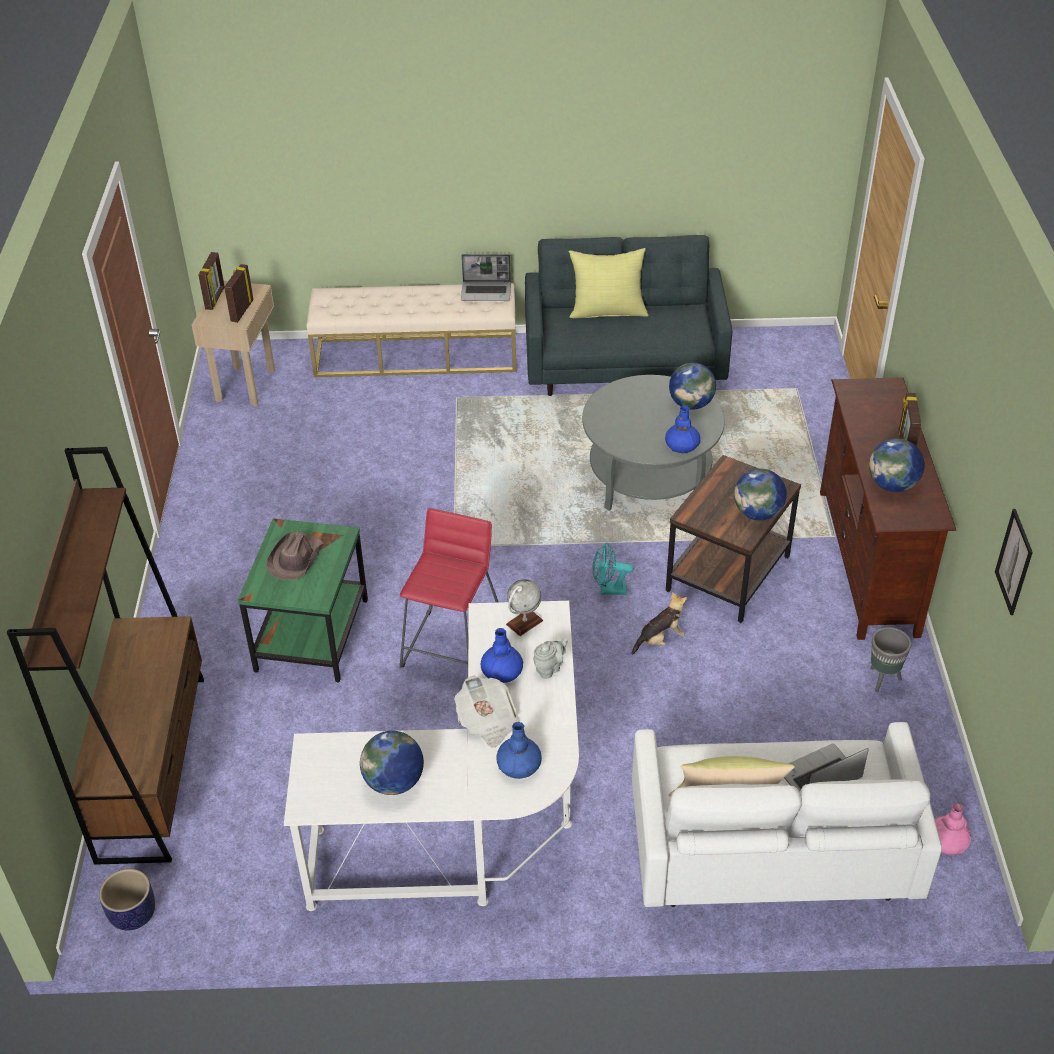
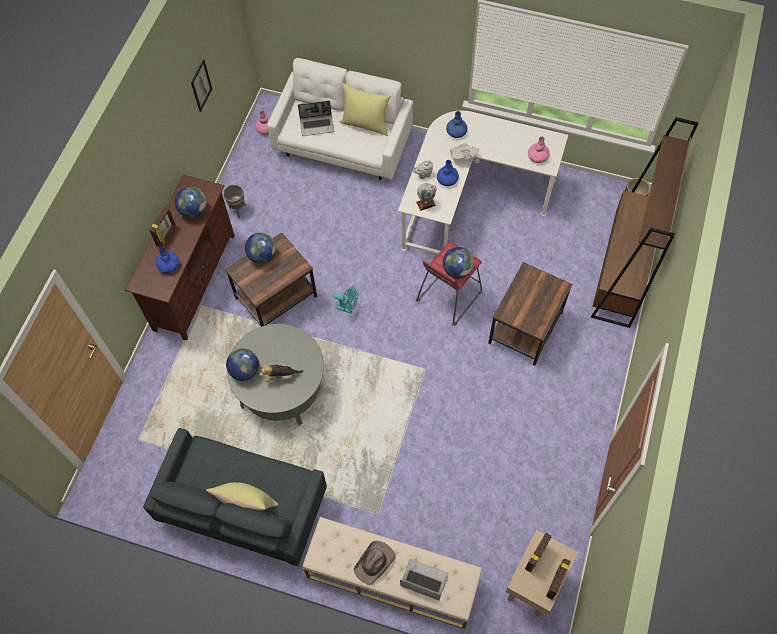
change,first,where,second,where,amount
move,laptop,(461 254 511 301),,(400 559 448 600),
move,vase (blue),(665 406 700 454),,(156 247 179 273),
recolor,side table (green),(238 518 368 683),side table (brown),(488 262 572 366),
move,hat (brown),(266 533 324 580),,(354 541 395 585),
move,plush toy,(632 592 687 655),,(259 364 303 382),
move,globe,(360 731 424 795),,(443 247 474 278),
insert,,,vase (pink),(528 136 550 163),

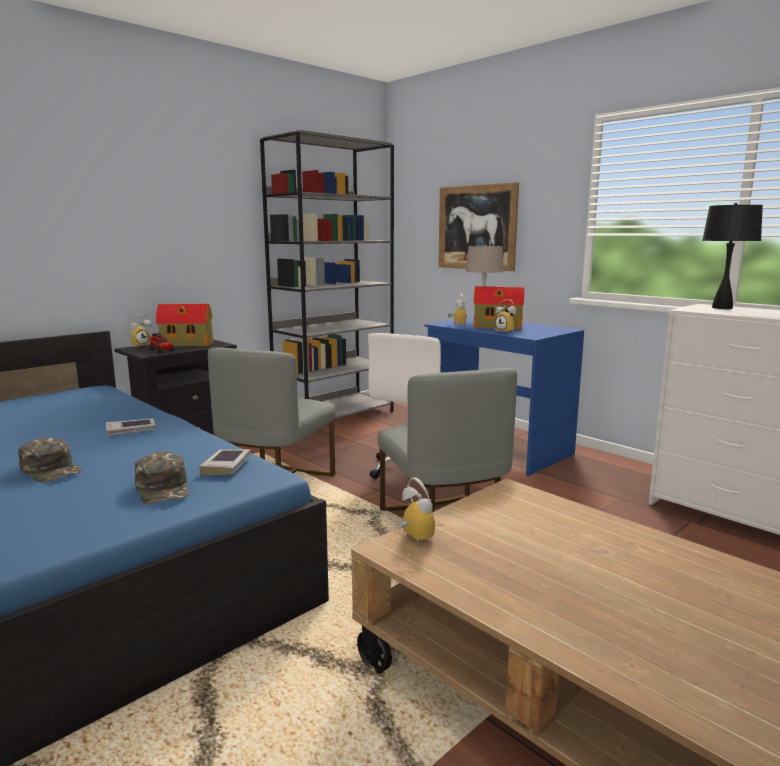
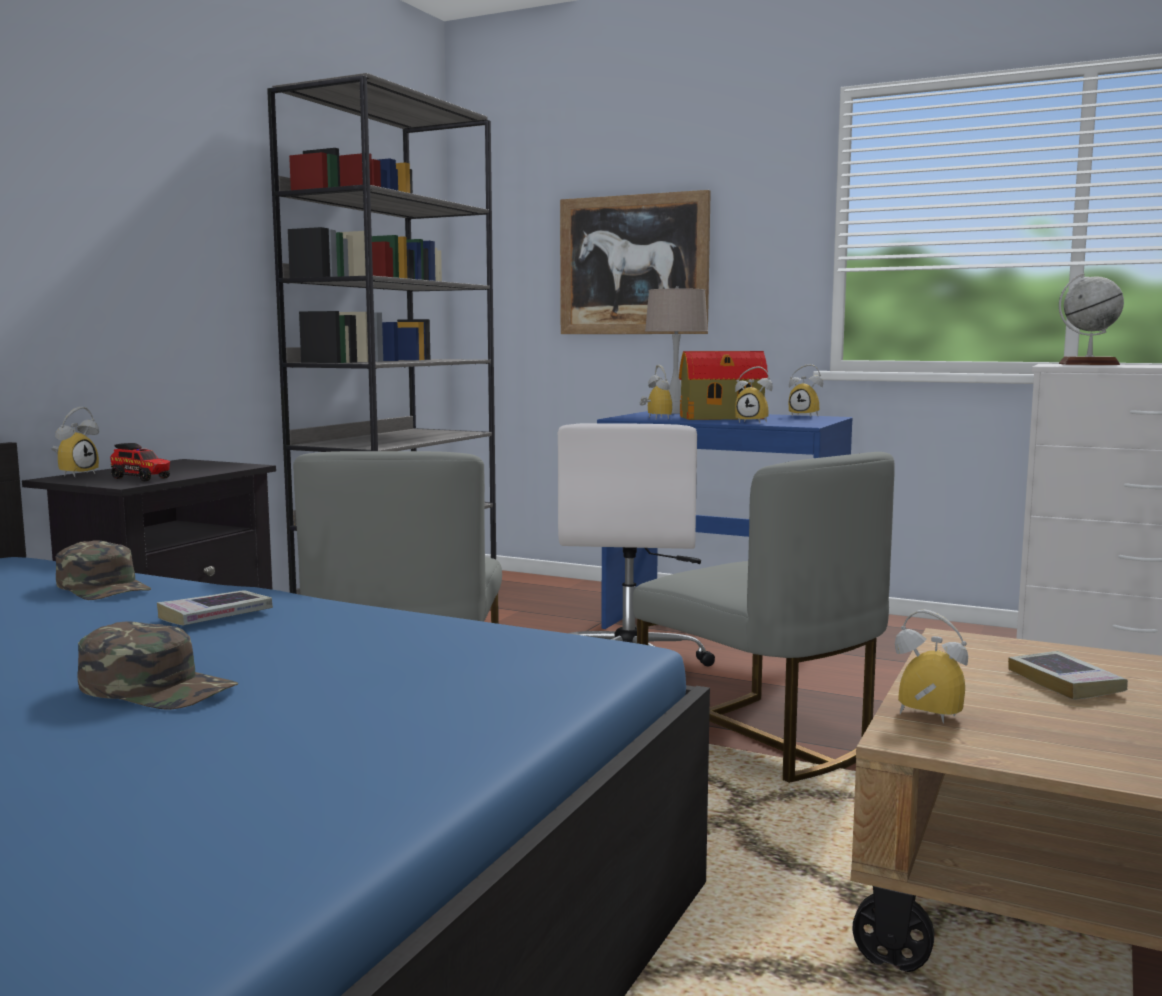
change,first,where,second,where,amount
replace,table lamp (black),(702 203 763 309),globe,(1059 273 1124 365),
delete,toy house,(156 304 213 346),,,
move,book,(199 449 251 475),,(1008 651 1128 700),
move,cap (green),(135 451 189 504),,(55 540 151 600),
insert,,,alarm clock,(789 364 823 417),

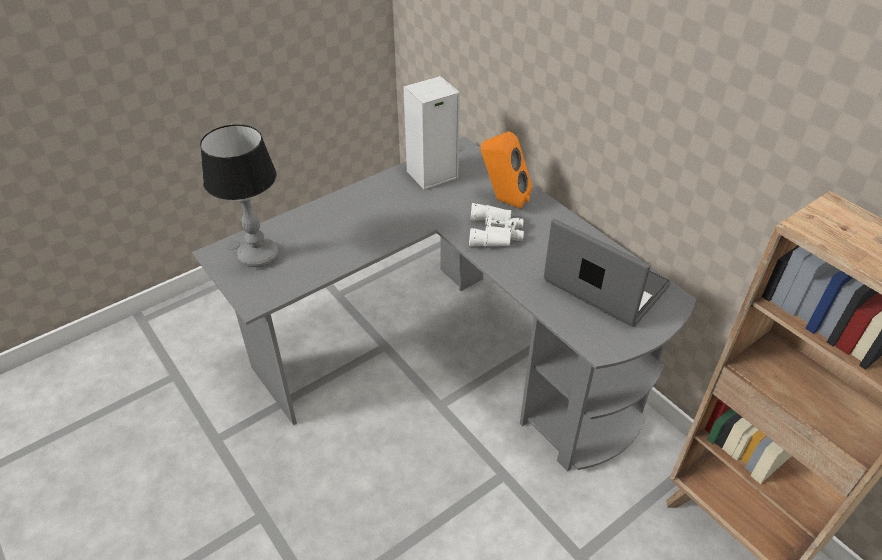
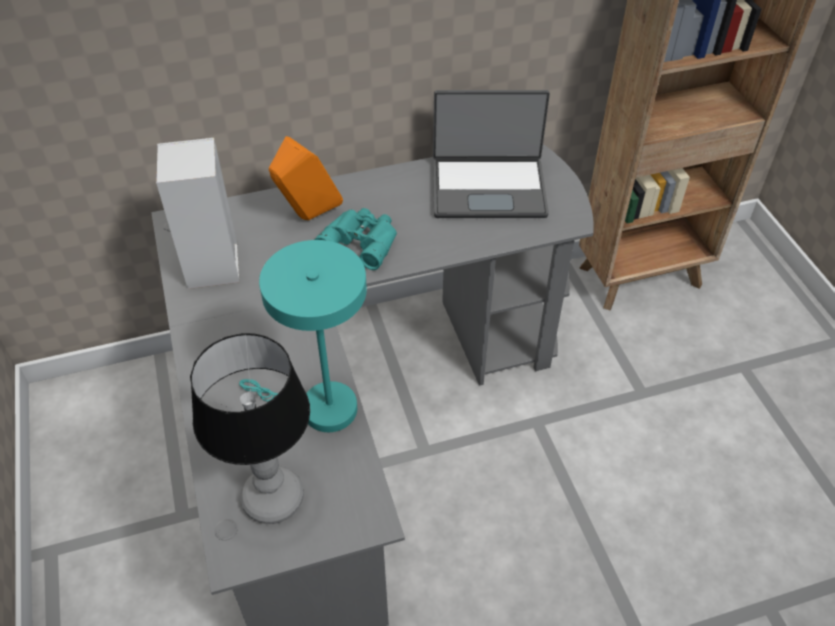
change,first,where,second,where,amount
recolor,binoculars (white),(469 203 524 247),binoculars (turquoise),(315 208 397 270),
rotate,laptop,(544 219 671 327),,(433 90 550 218),150 degrees counterclockwise
insert,,,table lamp (turquoise),(239 240 367 432),

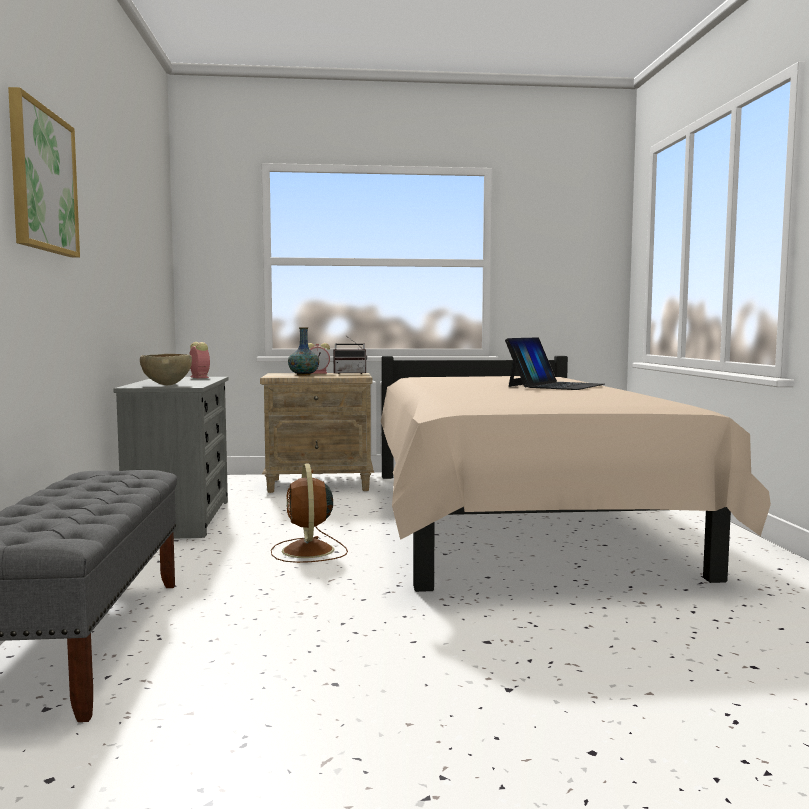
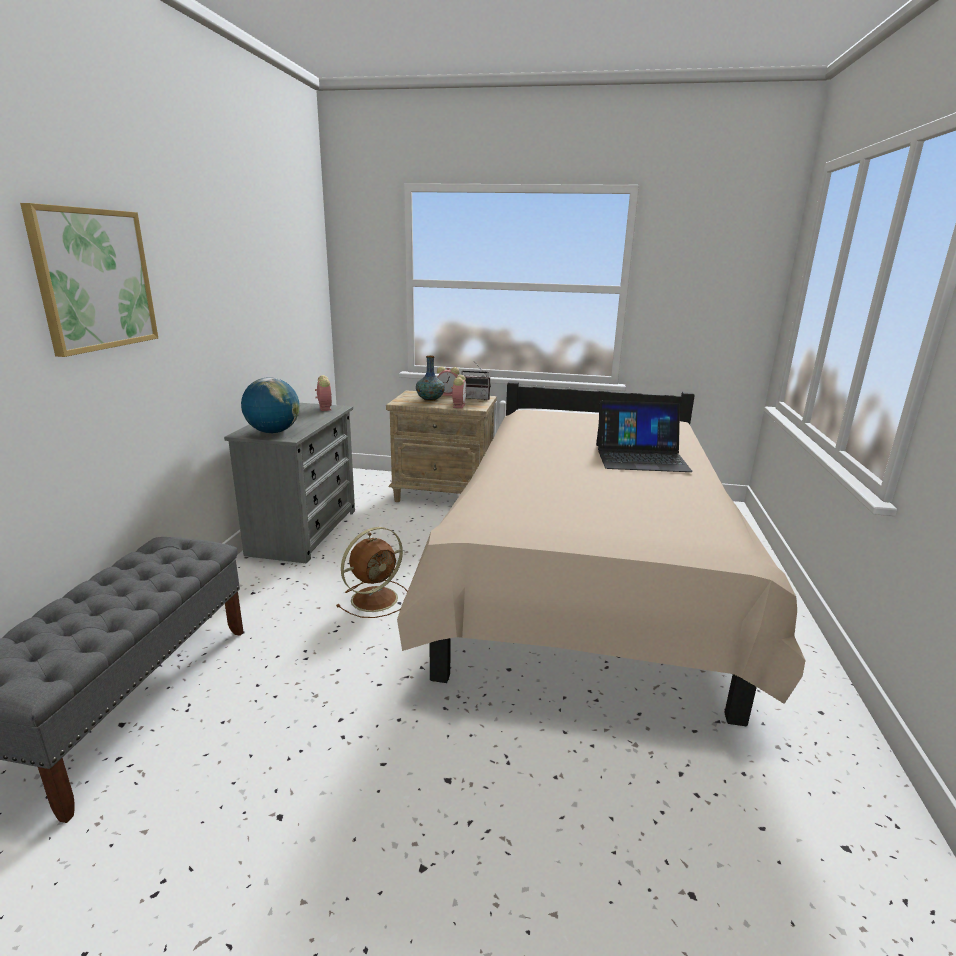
change,first,where,second,where,amount
rotate,laptop,(505 337 604 390),,(596 400 693 472),45 degrees clockwise
replace,bowl (brown),(140 354 192 385),globe,(241 377 300 433),
rotate,fan (brown),(271 464 348 563),,(336 527 407 618),135 degrees counterclockwise
insert,,,alarm clock,(451 375 466 408),

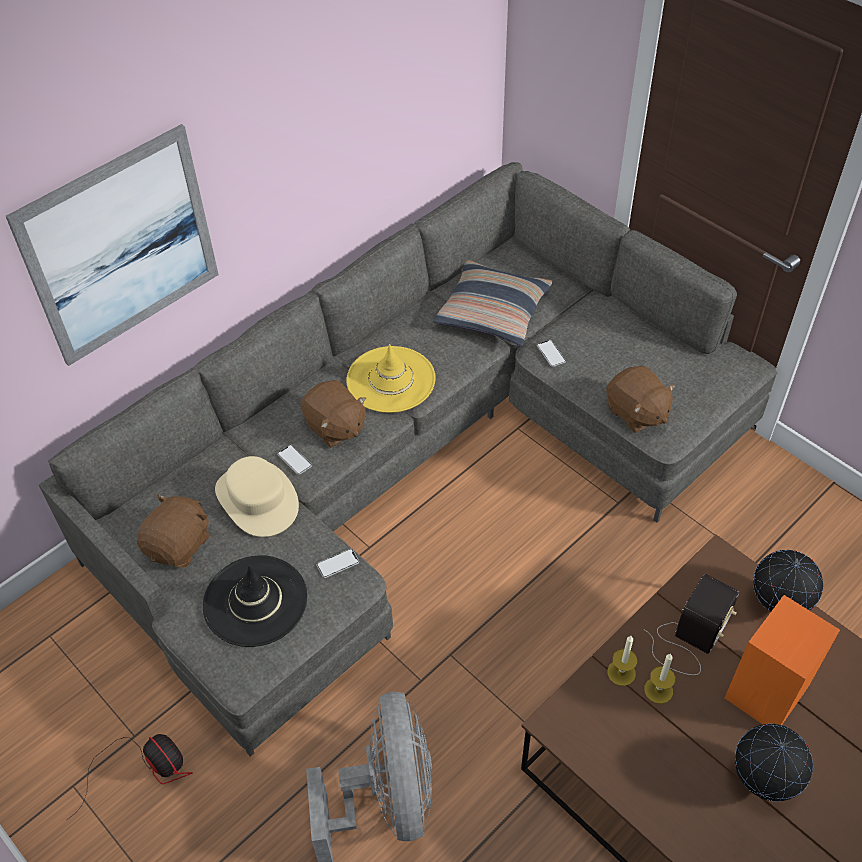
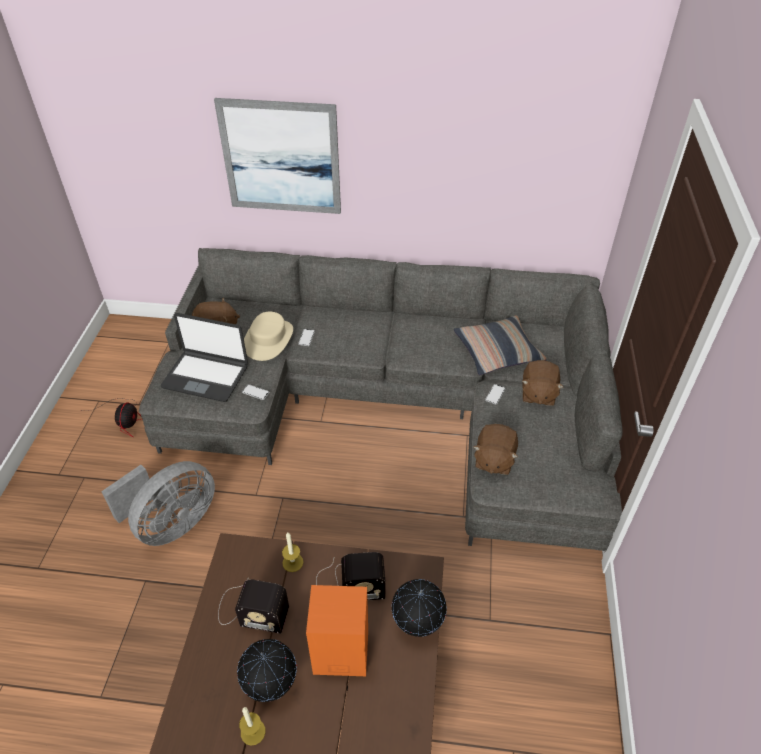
change,first,where,second,where,amount
delete,hat (yellow),(347 344 435 413),,,
move,plush toy (brown),(300 380 366 448),,(522 360 563 406),
replace,hat (black),(203 555 307 647),laptop,(161 313 248 402),
move,candle,(644 653 675 704),,(239 707 266 746),
insert,,,radio,(218 577 289 634),

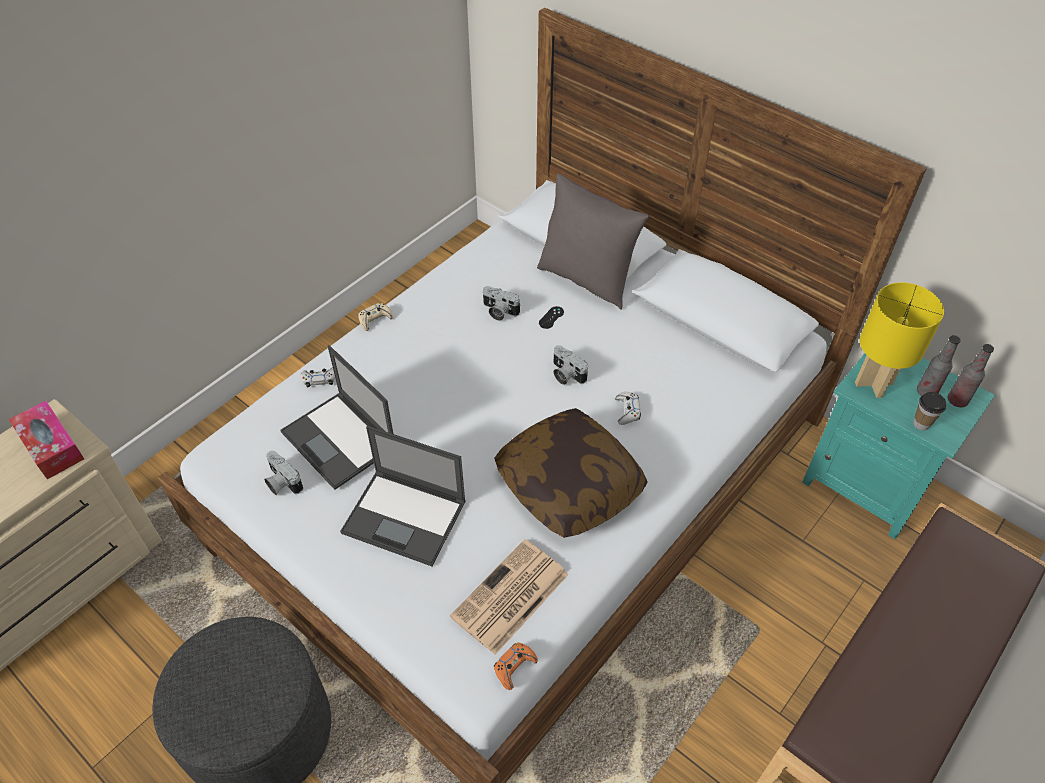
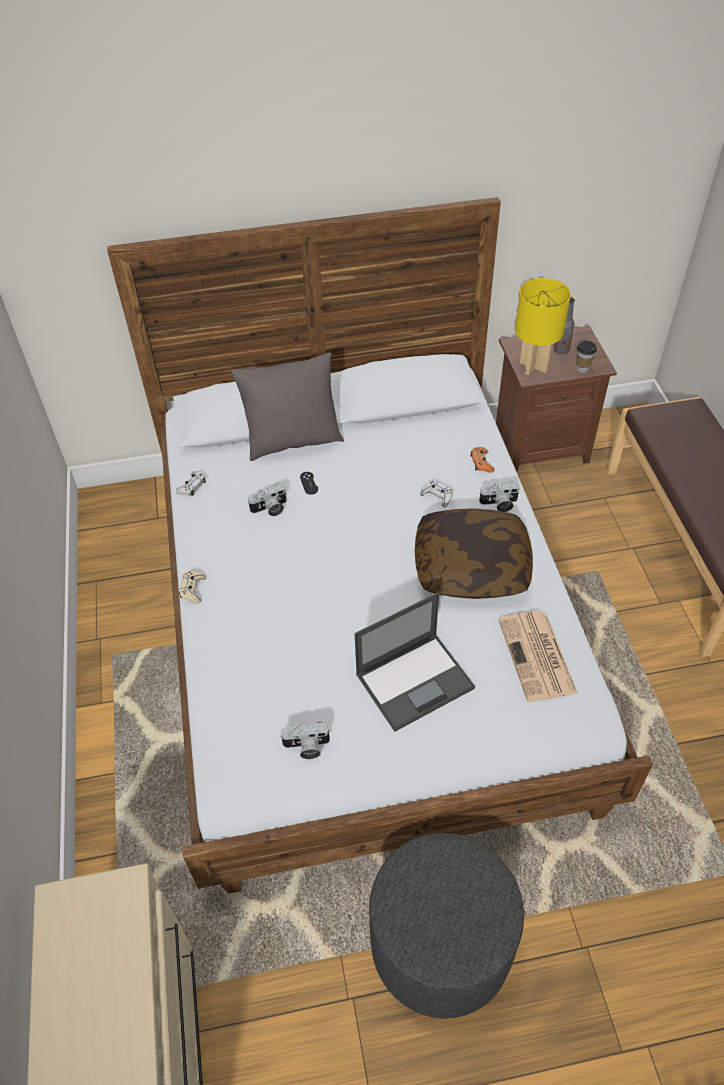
change,first,where,second,where,amount
delete,bottle,(948 344 994 407),,,
delete,laptop,(281 345 393 490),,,
move,photo camera,(554 345 588 385),,(479 481 519 512),
recolor,nightstand (turquoise),(802 354 995 539),nightstand (brown),(496 326 617 472),
move,game controller (white),(301 367 335 388),,(176 471 206 496),
delete,tissue box,(8 400 84 479),,,
move,game controller (orange),(494 643 538 690),,(470 447 495 473),

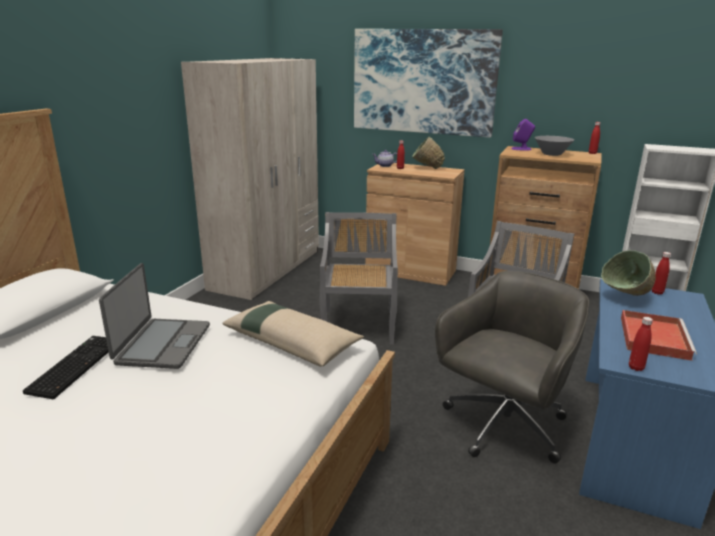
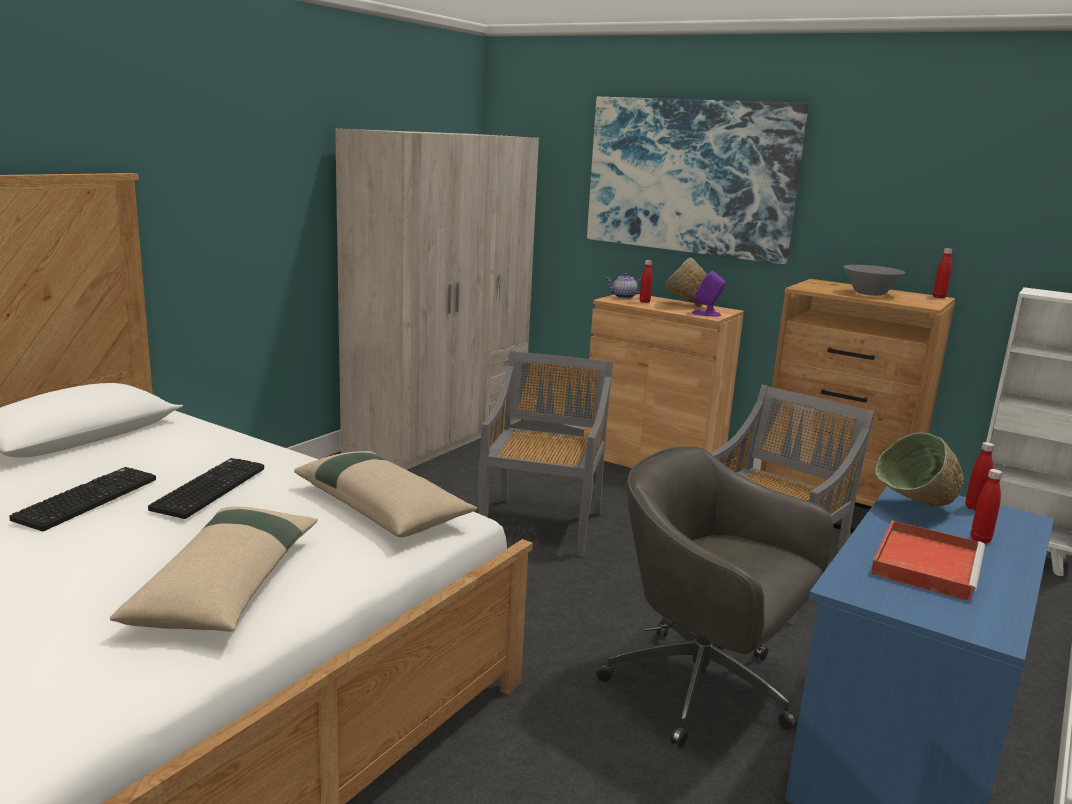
change,first,where,second,where,amount
move,speaker (purple),(511 119 535 150),,(692 271 726 317),
replace,laptop,(99 263 210 369),keyboard,(148 458 264 519),
rotate,office chair (grey),(435 271 589 464),,(596 446 834 747),105 degrees counterclockwise
move,bottle (red),(629 317 653 371),,(971 469 1002 543),
insert,,,pillow (beige),(110 507 318 631),

